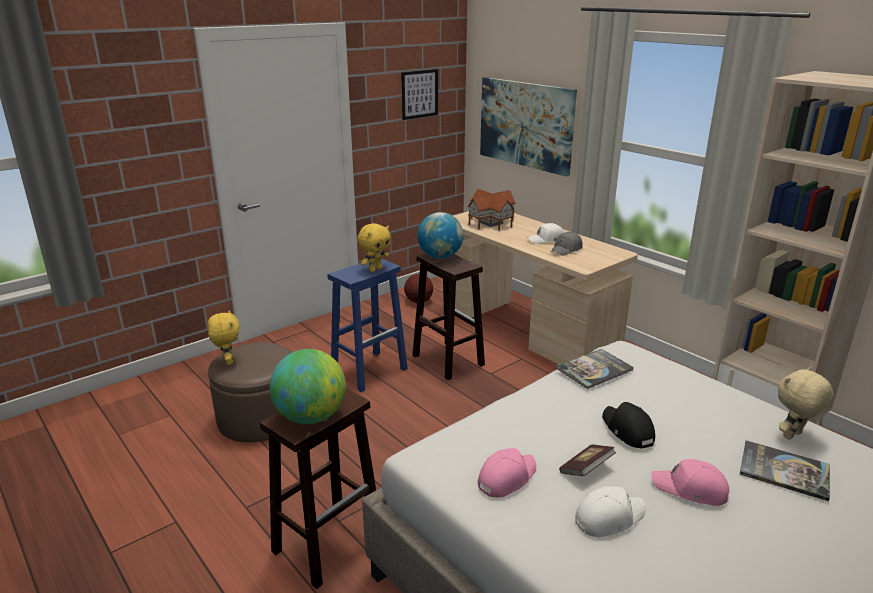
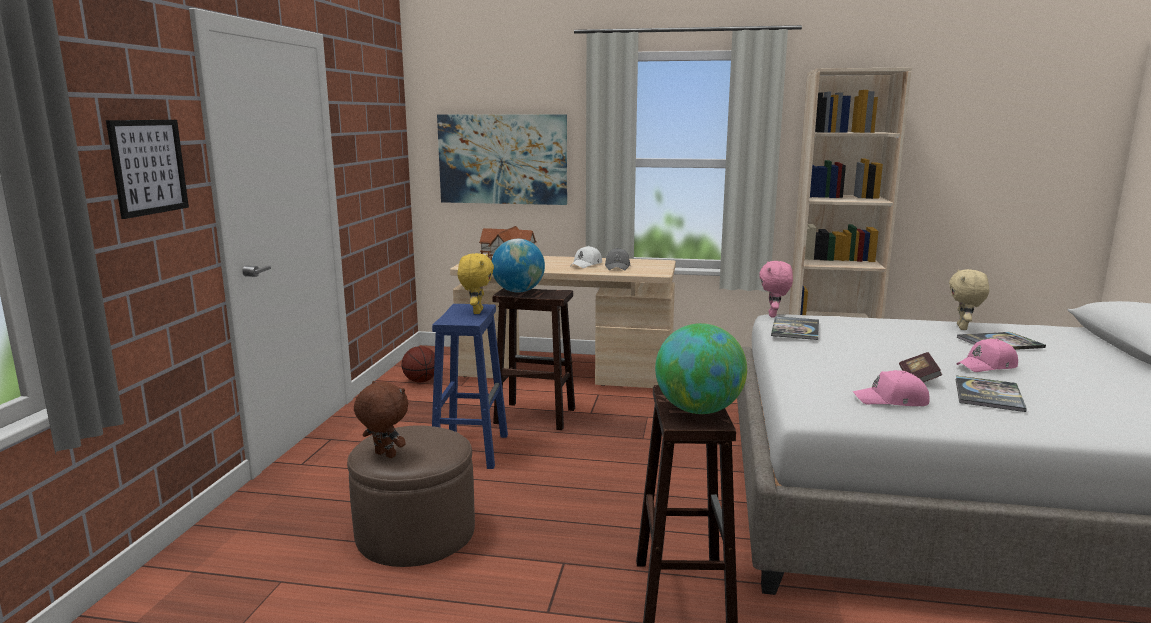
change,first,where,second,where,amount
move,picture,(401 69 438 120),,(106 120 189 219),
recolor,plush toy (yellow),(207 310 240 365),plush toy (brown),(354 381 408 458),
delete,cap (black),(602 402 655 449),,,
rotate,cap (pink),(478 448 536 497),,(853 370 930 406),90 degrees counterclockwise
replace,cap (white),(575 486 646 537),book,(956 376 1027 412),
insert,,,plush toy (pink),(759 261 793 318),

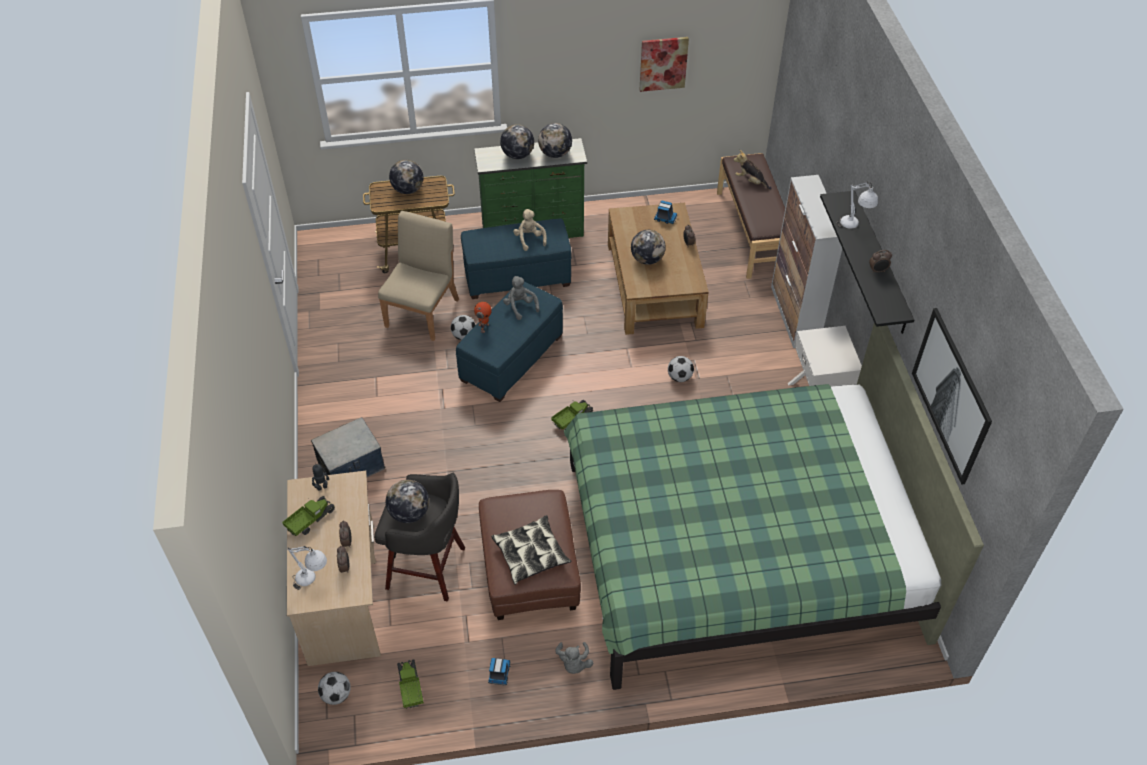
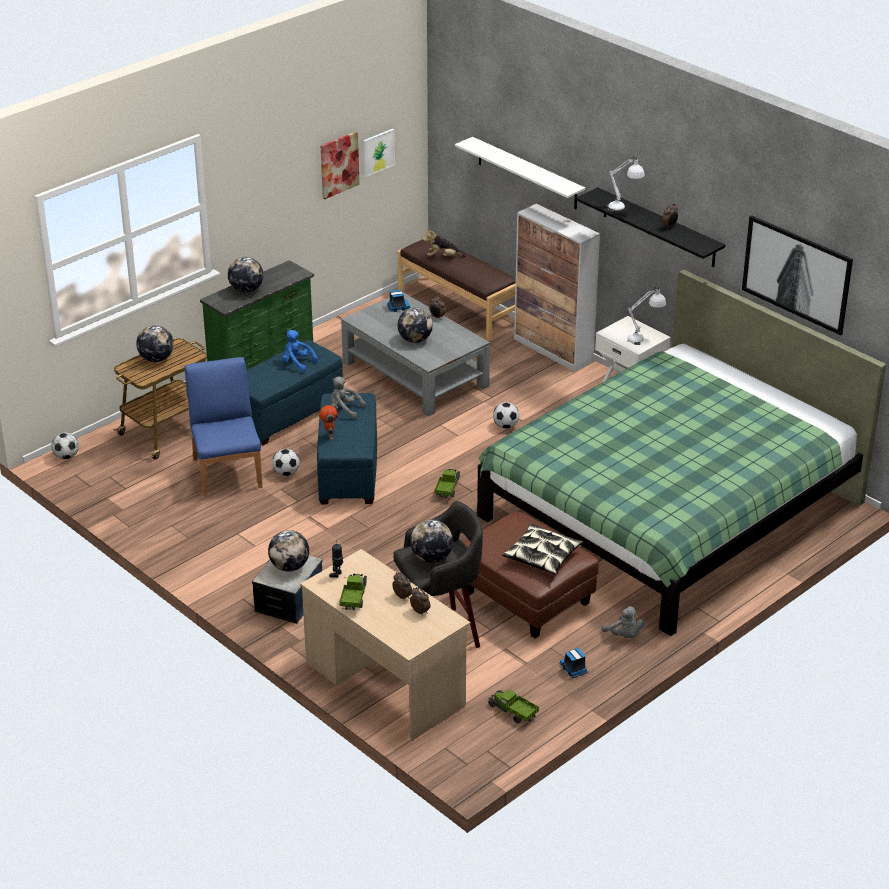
change,first,where,second,where,amount
move,globe,(538 123 572 158),,(268 530 309 572),
recolor,coffee table (brown),(608 203 709 335),coffee table (grey),(341 292 490 417),
recolor,plush toy (beige),(513 209 547 251),plush toy (blue),(282 330 318 372),
recolor,chair (beige),(378 211 459 341),chair (blue),(185 357 263 497),
move,table lamp (white),(287 546 327 590),,(627 286 666 345),
move,football,(318 672 351 705),,(51 433 79 459),
insert,,,picture,(363 129 395 177),
insert,,,shelf (white),(455 137 585 209),

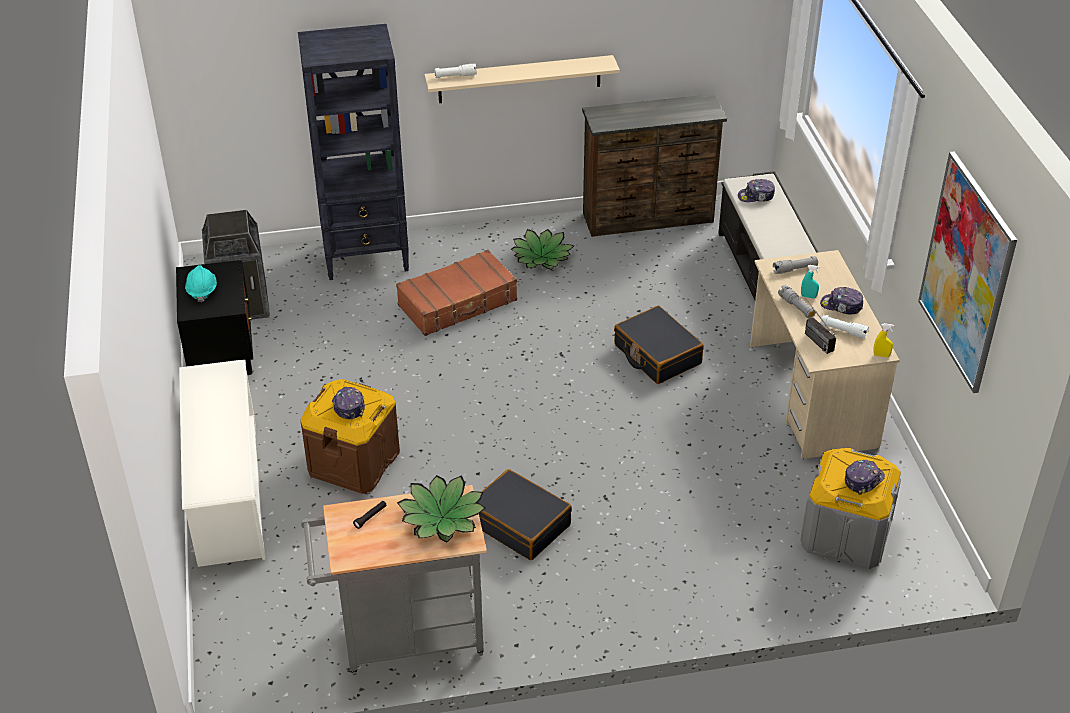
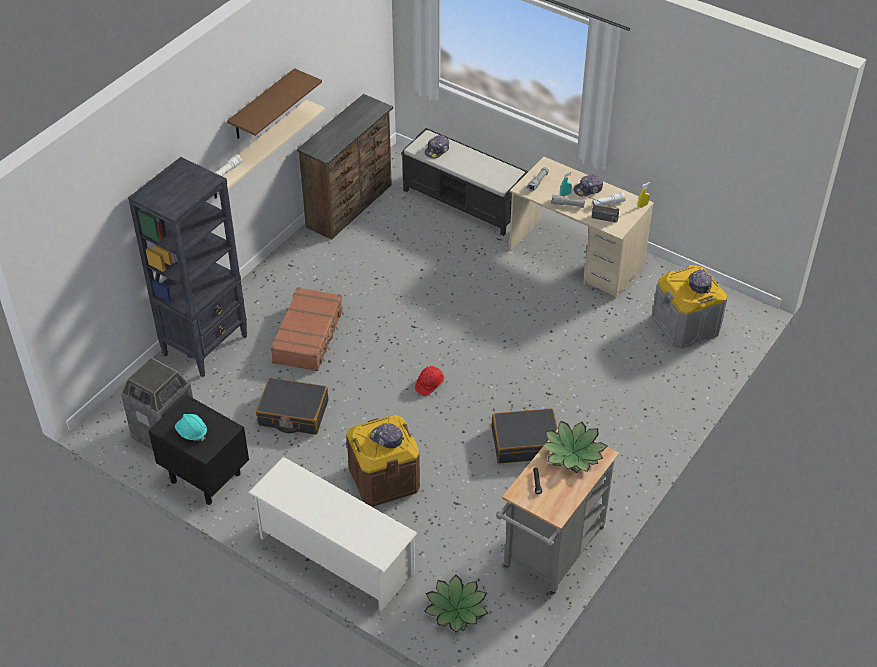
change,first,where,second,where,amount
delete,picture,(918 151 1017 393),,,
move,potted plant,(511 229 574 270),,(424 575 488 633),
move,suitcase (black),(614 306 704 384),,(256 377 328 435),
insert,,,shelf (brown),(227 68 322 139),
insert,,,hard hat (red),(415 366 444 396),

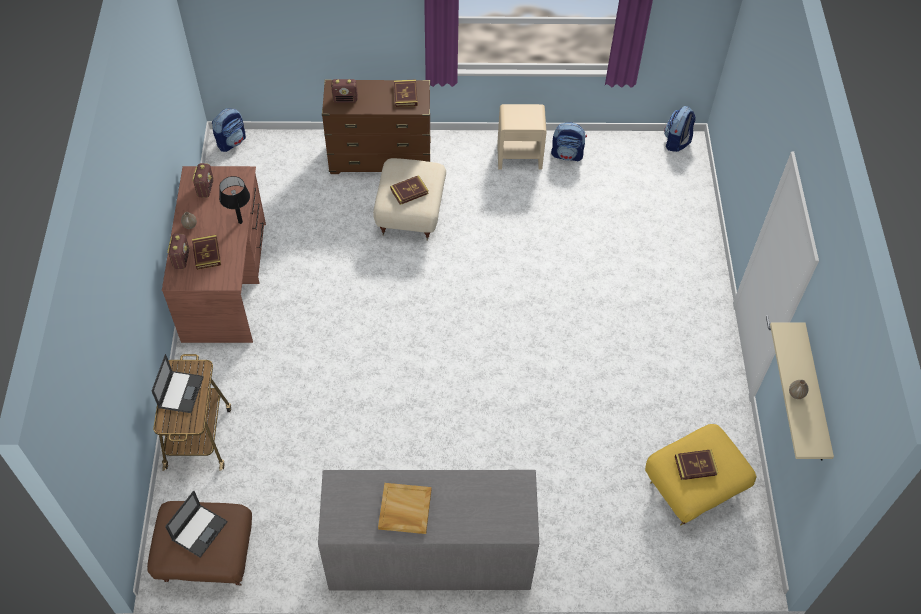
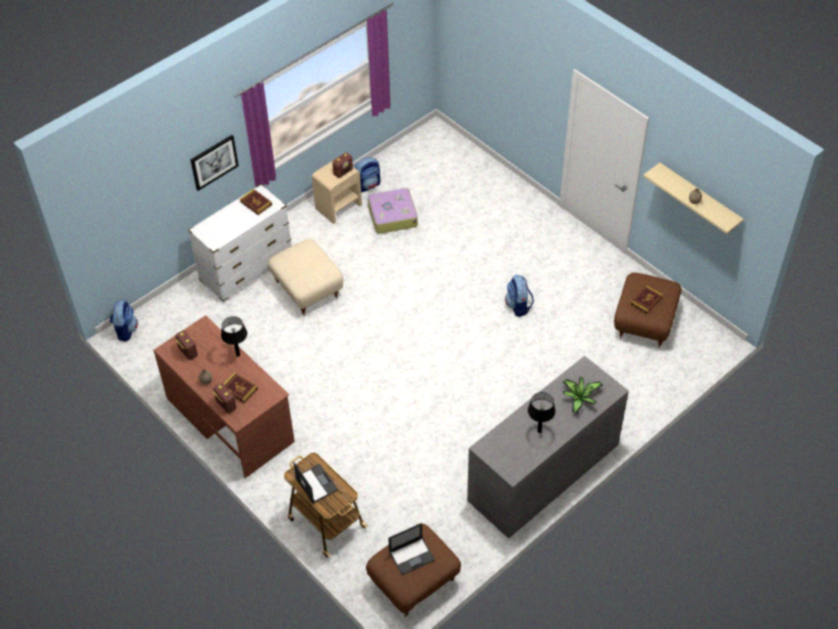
change,first,where,second,where,amount
move,radio,(331 79 358 103),,(332 152 353 178),
recolor,dresser (brown),(322 80 431 174),dresser (white),(188 184 291 303),
move,backpack,(664 106 696 152),,(505 275 534 317),
delete,book,(390 175 429 205),,,
recolor,ottoman (yellow),(645 424 756 526),ottoman (brown),(614 272 681 348),
replace,tray (beige),(378 483 431 534),table lamp (black),(528 392 556 433),
rotate,laptop,(165 490 228 558),,(388 523 435 575),75 degrees clockwise
insert,,,picture,(190 135 239 191),
insert,,,suitcase,(368 188 418 234),
insert,,,potted plant,(563 377 603 414),

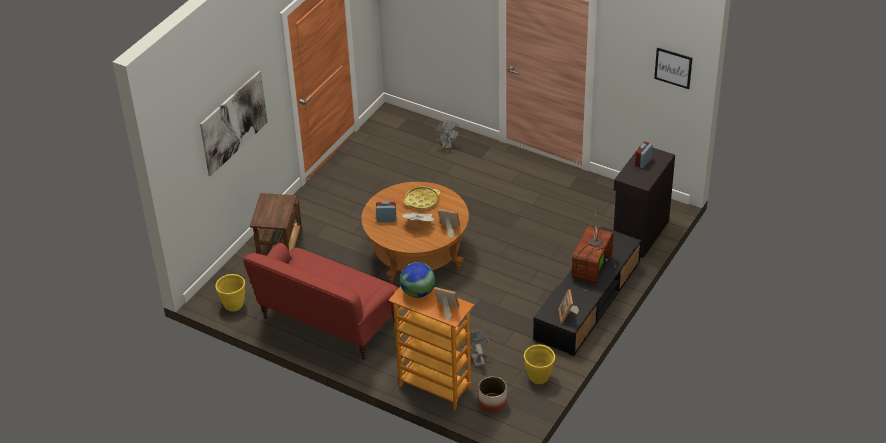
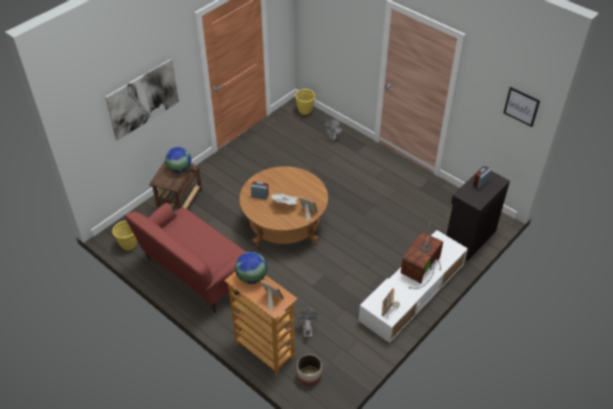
change,first,where,second,where,amount
delete,tray (yellow),(403 186 440 210),,,
recolor,tv stand (black),(533 226 642 356),tv stand (white),(358 230 468 343),
move,planter (yellow),(524 344 555 384),,(295 89 315 115),
insert,,,globe,(165 147 191 173),

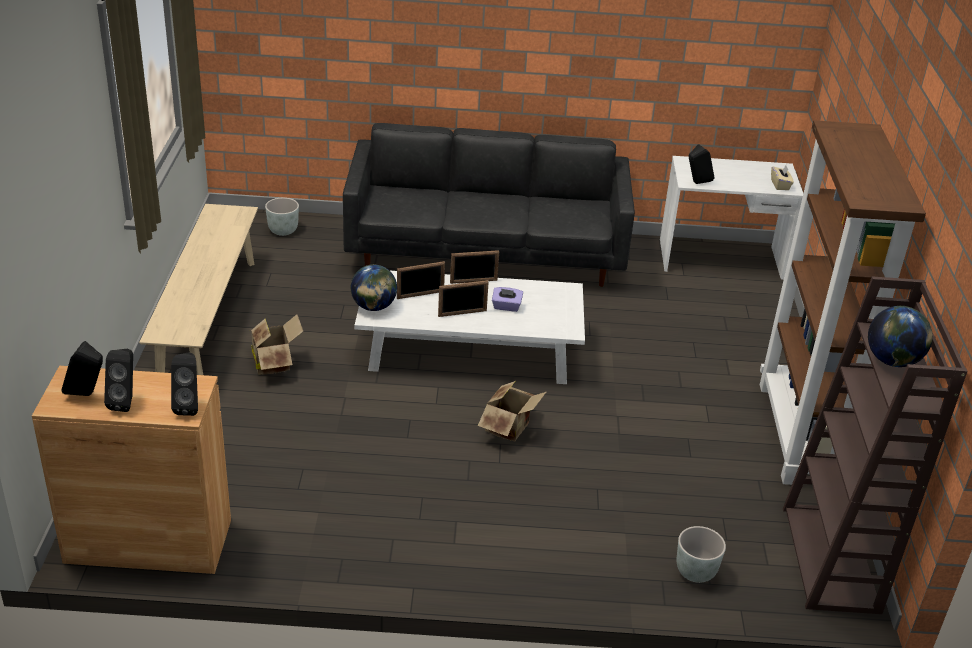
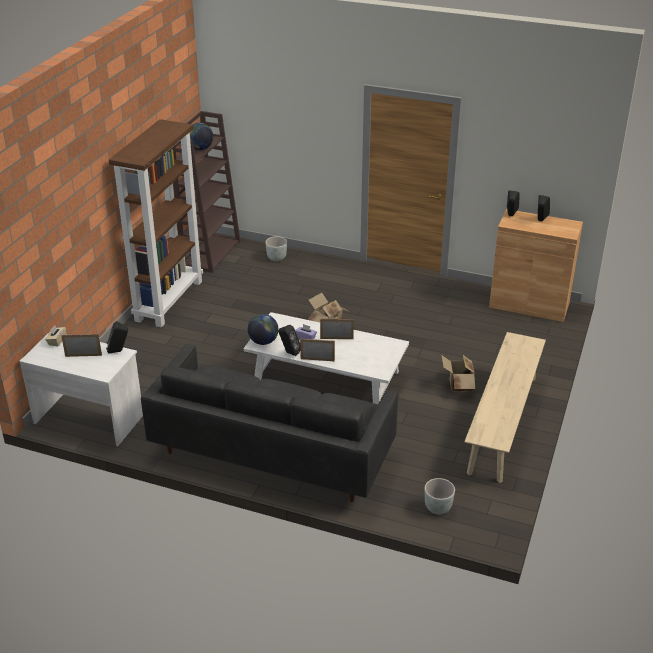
change,first,where,second,where,amount
move,picture frame,(397 261 445 299),,(61 334 102 357),
move,globe,(351 264 397 311),,(247 314 278 345),
move,speaker (black),(61 341 103 396),,(279 325 300 356),

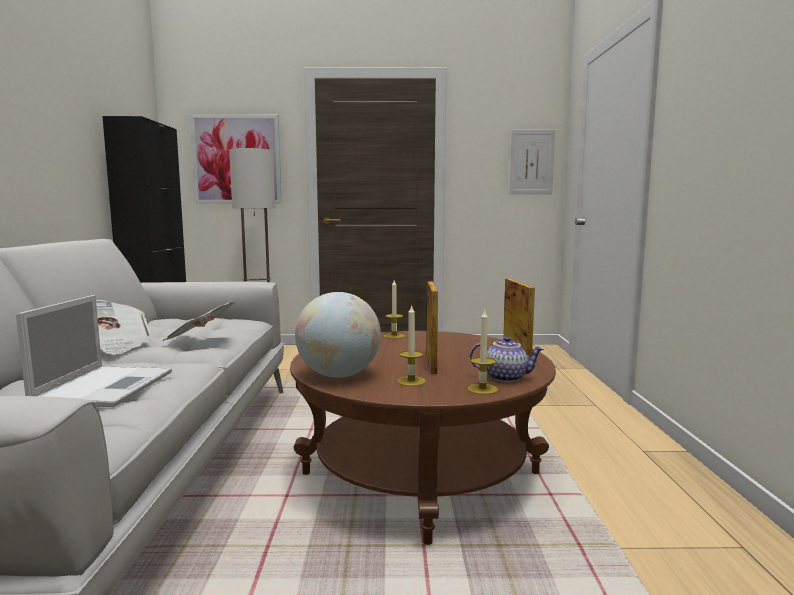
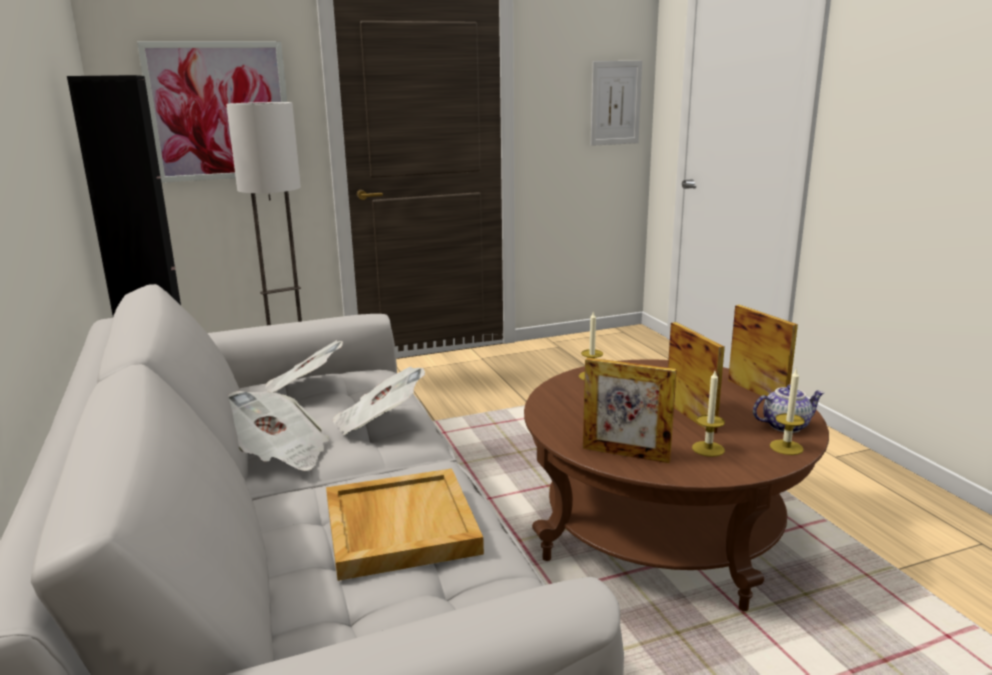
change,first,where,second,where,amount
replace,globe,(295 292 381 378),picture frame,(583 358 677 463),
replace,laptop,(16 295 172 407),tray (beige),(326 469 484 581),
insert,,,newspaper,(265 340 343 392),

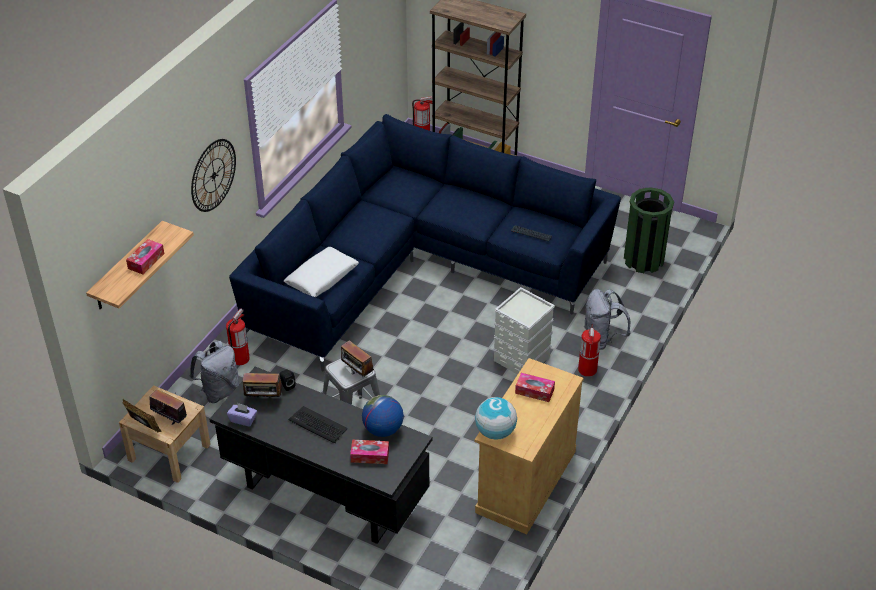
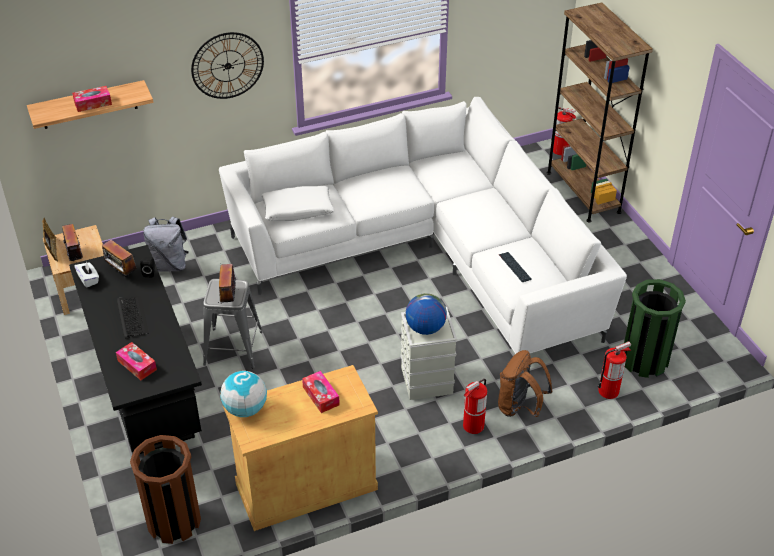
change,first,where,second,where,amount
recolor,sofa (blue),(229 114 621 371),sofa (white),(219 97 627 354),
recolor,backpack (grey),(584 289 630 350),backpack (brown),(498 350 552 417),
move,fire extinguisher,(226 308 250 365),,(597 341 631 399),
move,globe,(362 395 404 437),,(406 293 447 335),
recolor,tissue box (purple),(227 403 257 427),tissue box (white),(74 262 99 287),
insert,,,trash can (brown),(130 435 201 544),

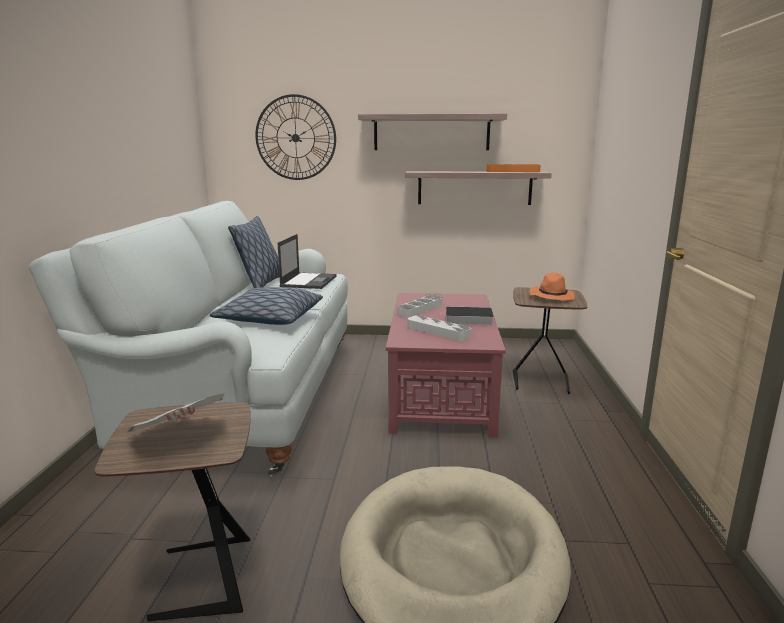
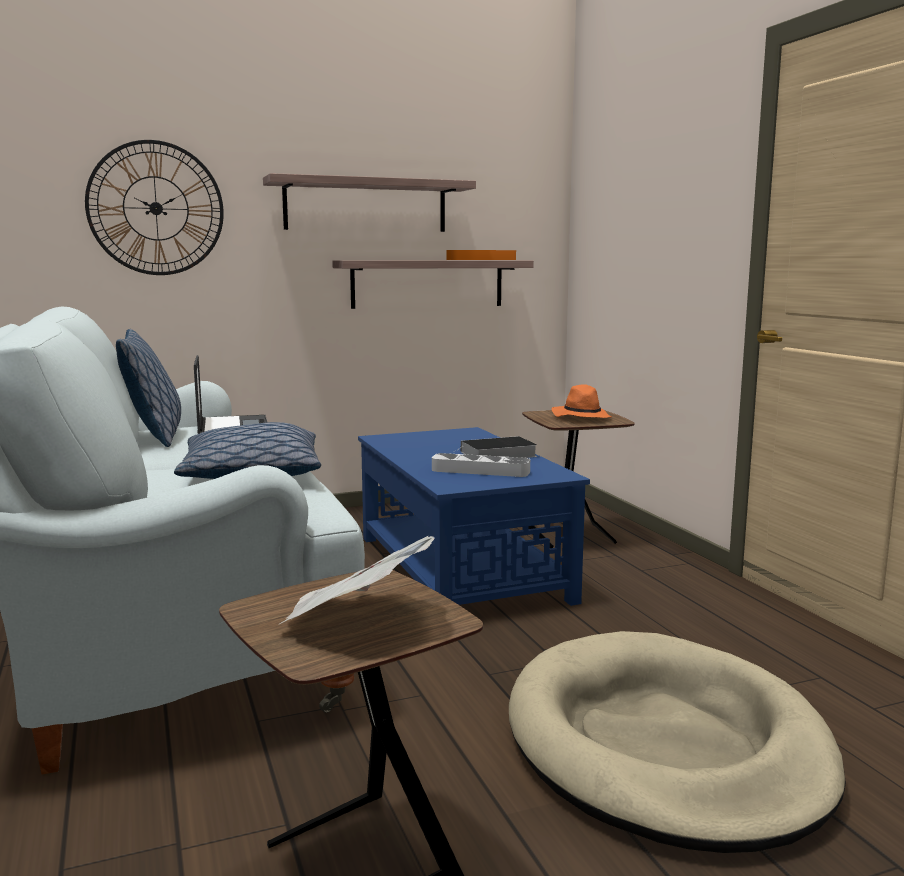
change,first,where,second,where,amount
recolor,coffee table (red),(386 293 506 437),coffee table (blue),(358 427 590 606),
delete,tray (grey),(397 295 443 318),,,

